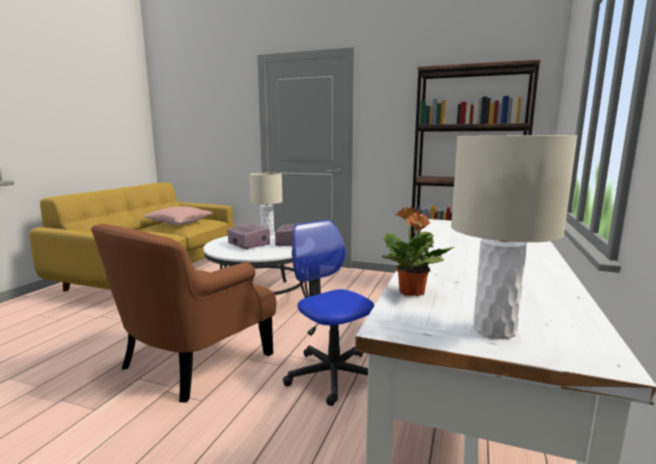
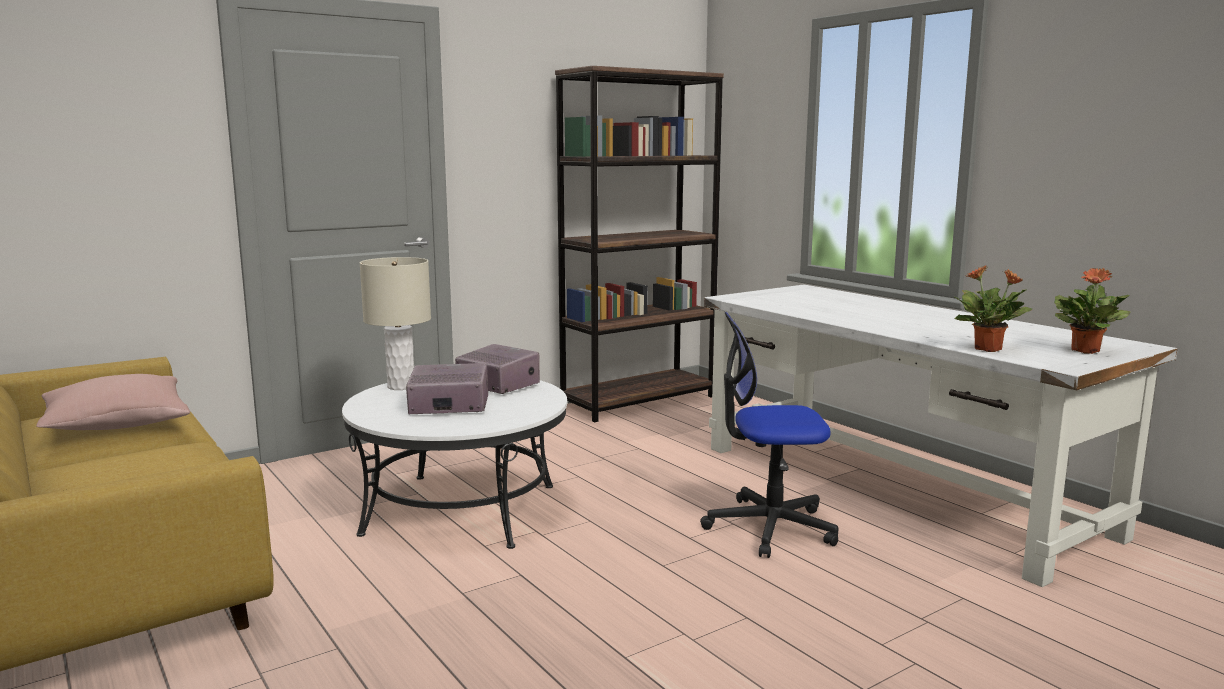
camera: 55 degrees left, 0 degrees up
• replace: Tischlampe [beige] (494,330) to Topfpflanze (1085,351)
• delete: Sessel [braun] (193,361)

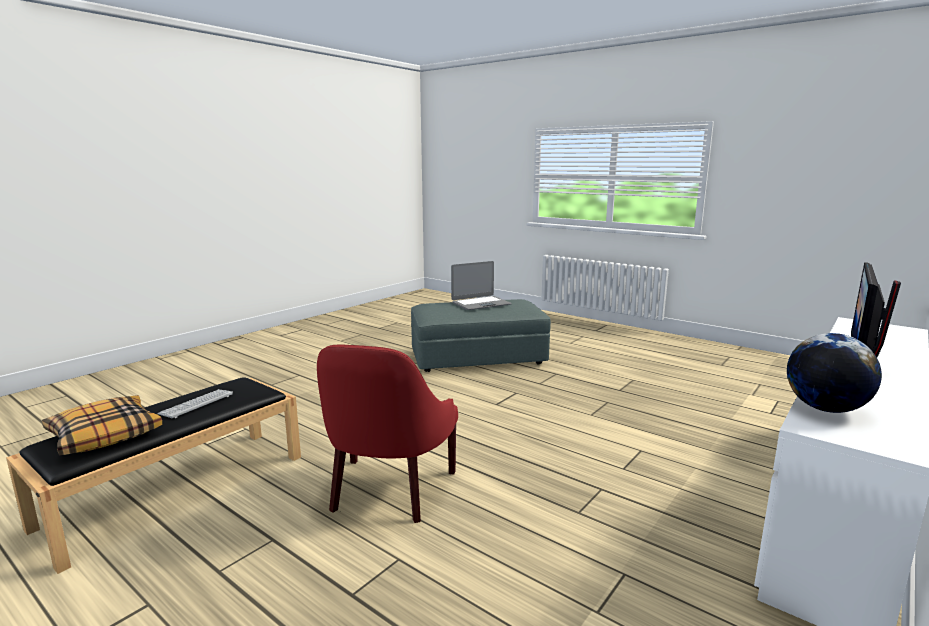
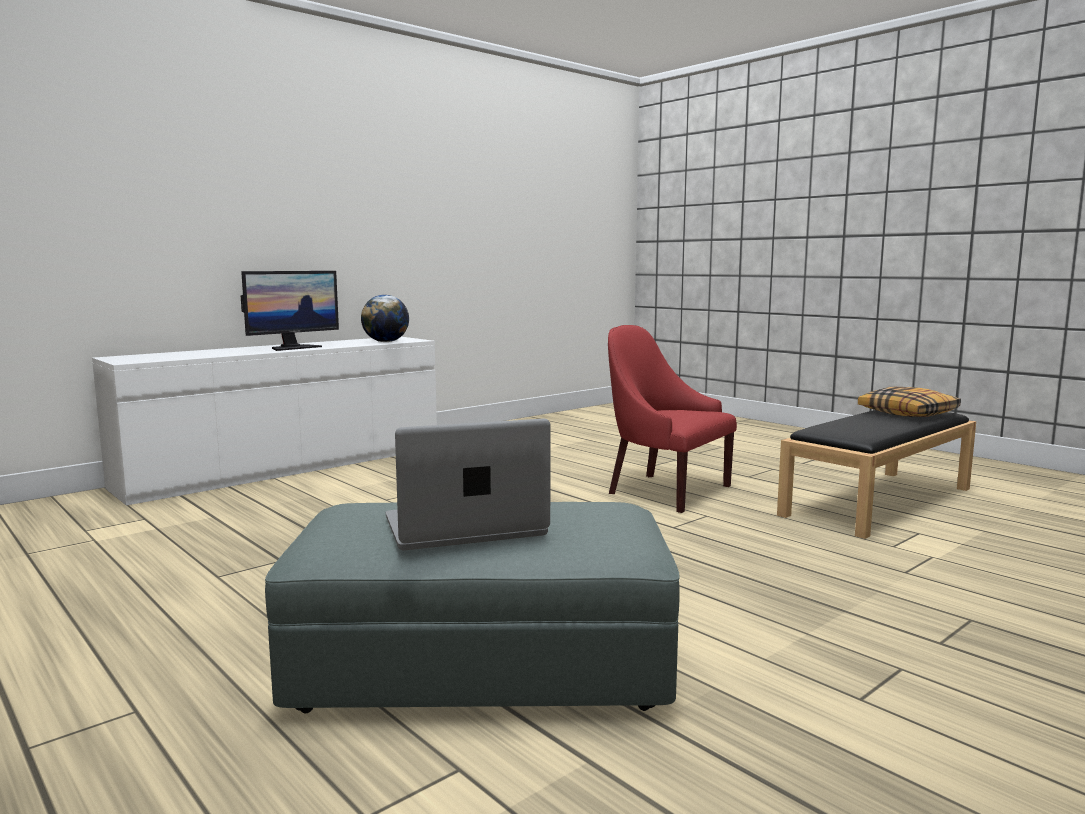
camera: 170 degrees left, 5 degrees down
• rotate: Sessel [rot] (388,491) = (665,490) 75 degrees counterclockwise
• delete: Tastatur (196,404)

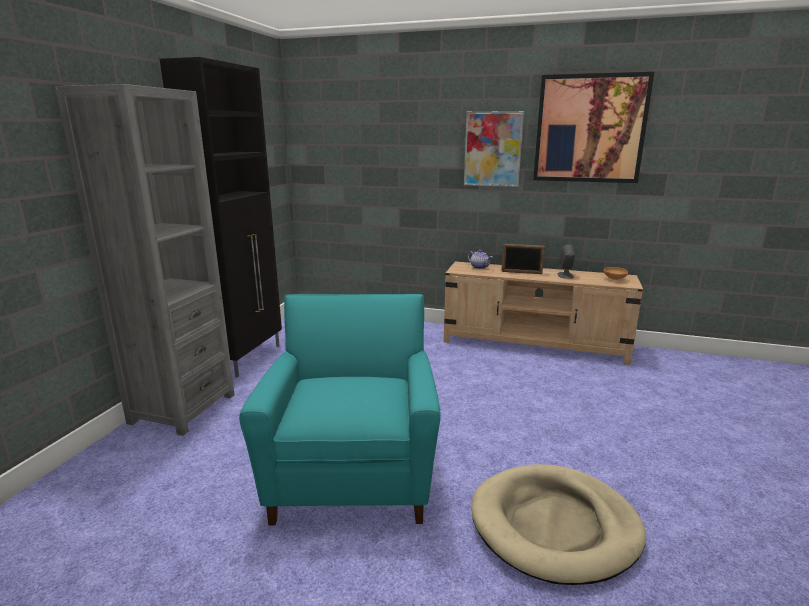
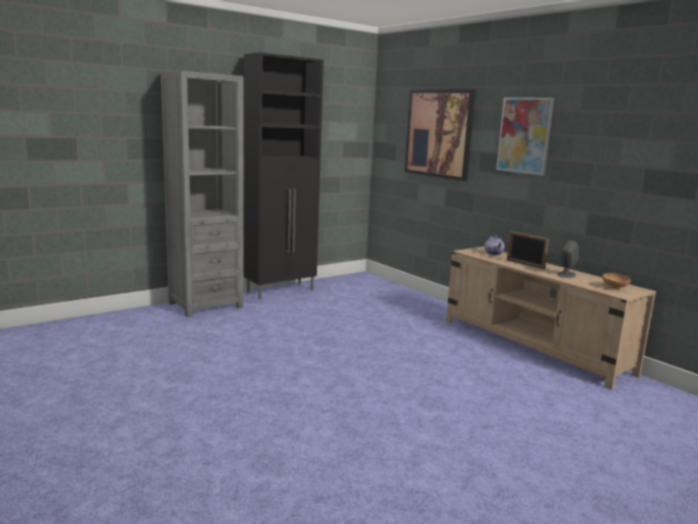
camera: 35 degrees right, 5 degrees down
• move: Bild (589,129) to (439,133)
• delete: Sessel [türkis] (353,467)
• delete: Hundebett [beige] (554,526)

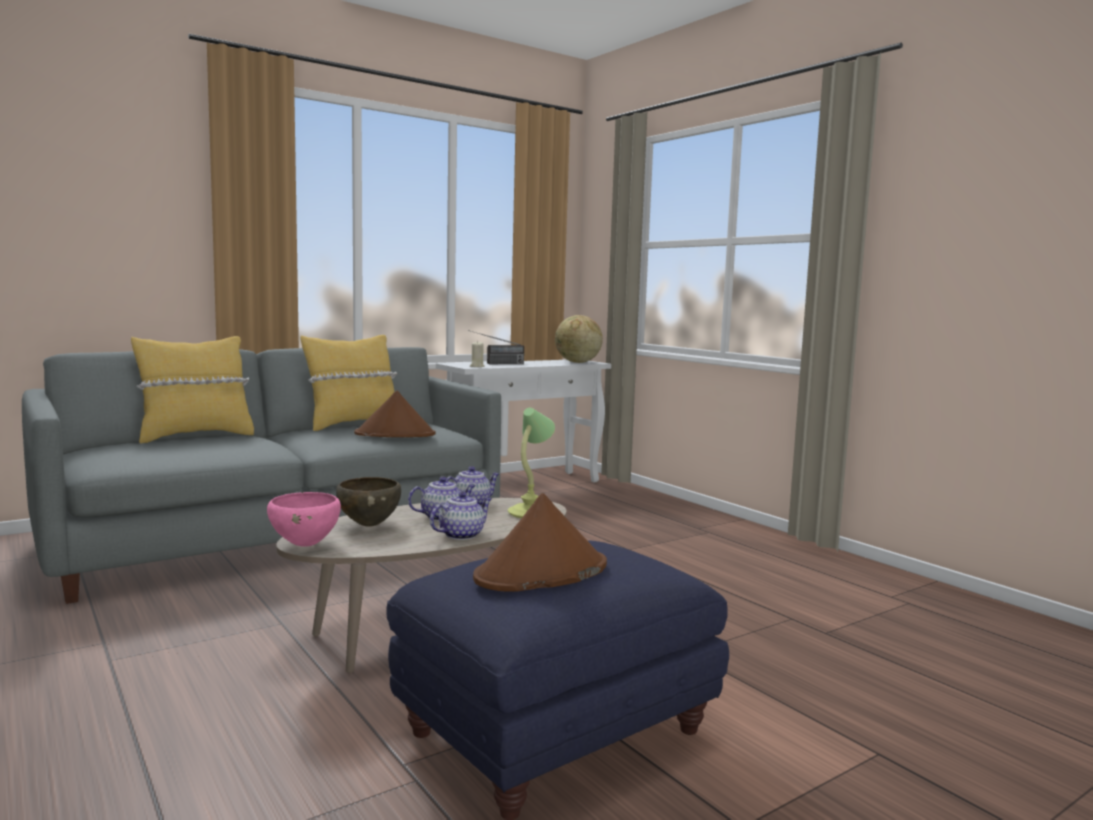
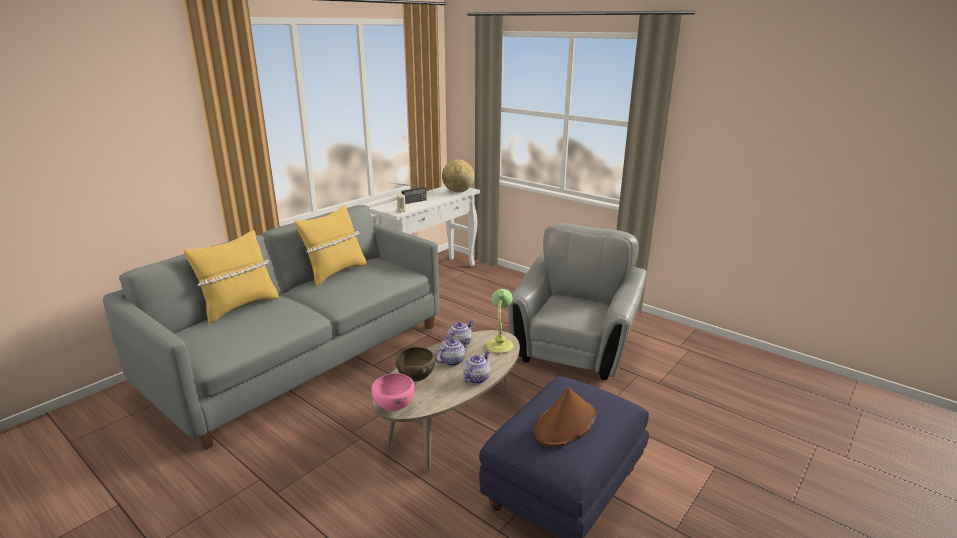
camera: 15 degrees left, 15 degrees up
• delete: Hut [braun] (395,434)
• insert: Sessel [grau] (574,348)

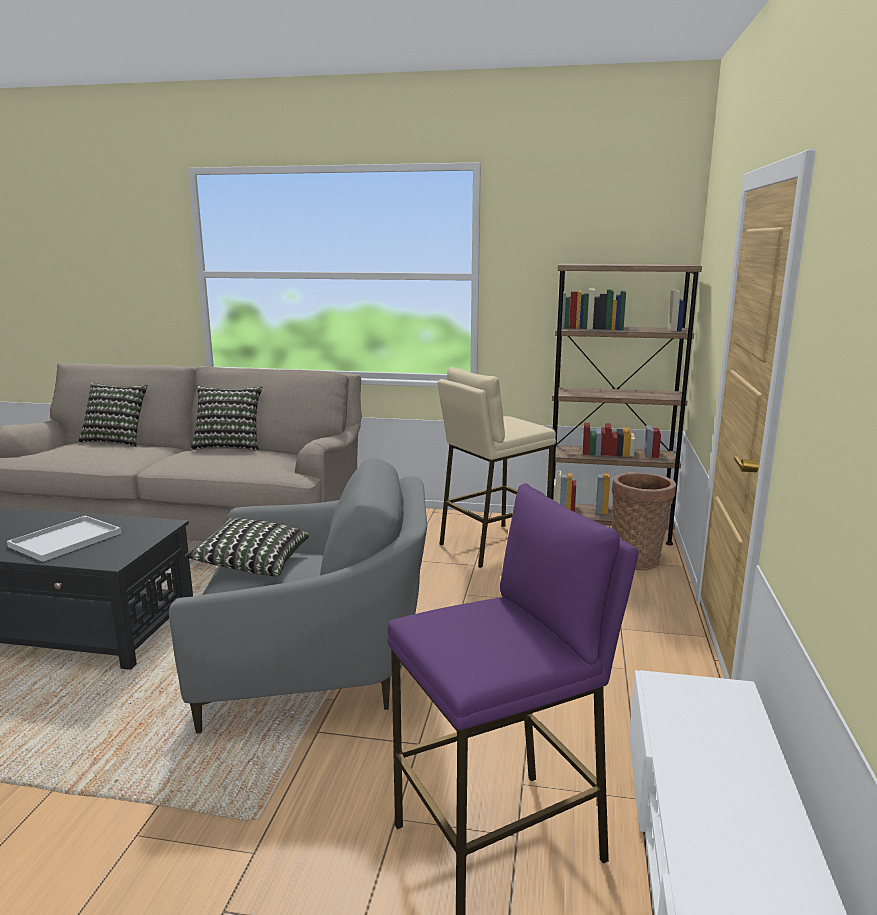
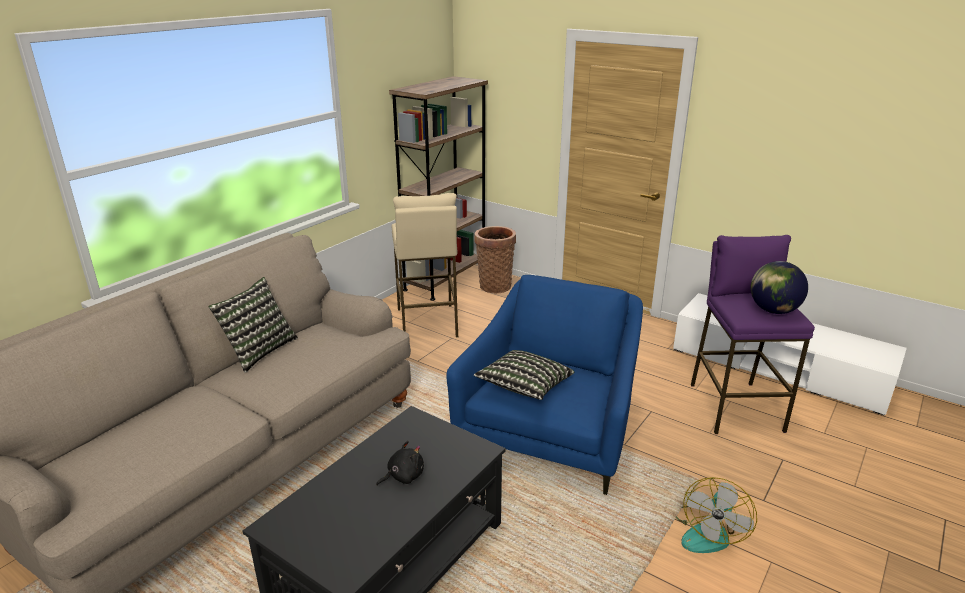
camera: 65 degrees left, 10 degrees up
• delete: Kissen (117,441)
• recolor: Sessel [grau] (315,668) to Sessel [blau] (551,432)
• replace: Tablett [weiß] (67,539) to Plüschtier [schwarz] (403,476)
• insert: Globus (773,310)
• insert: Ventilator (708,532)

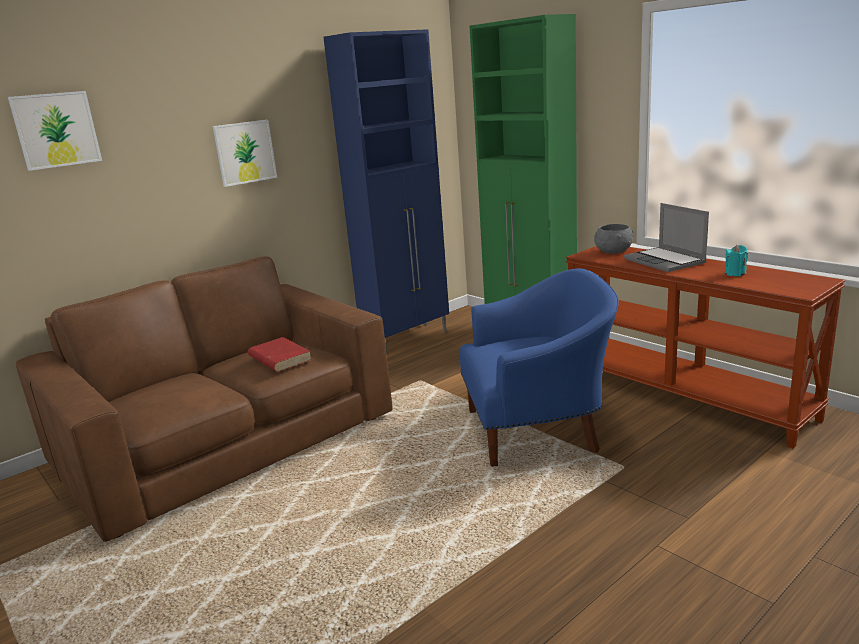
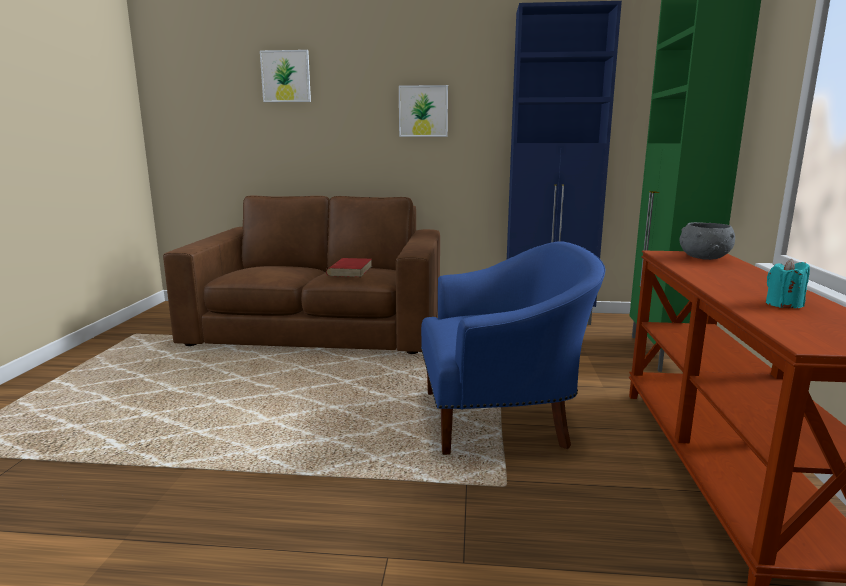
camera: 45 degrees right, 5 degrees down
• delete: Laptop (665,261)
• rotate: Sessel [blau] (537,430) = (500,419) 45 degrees counterclockwise

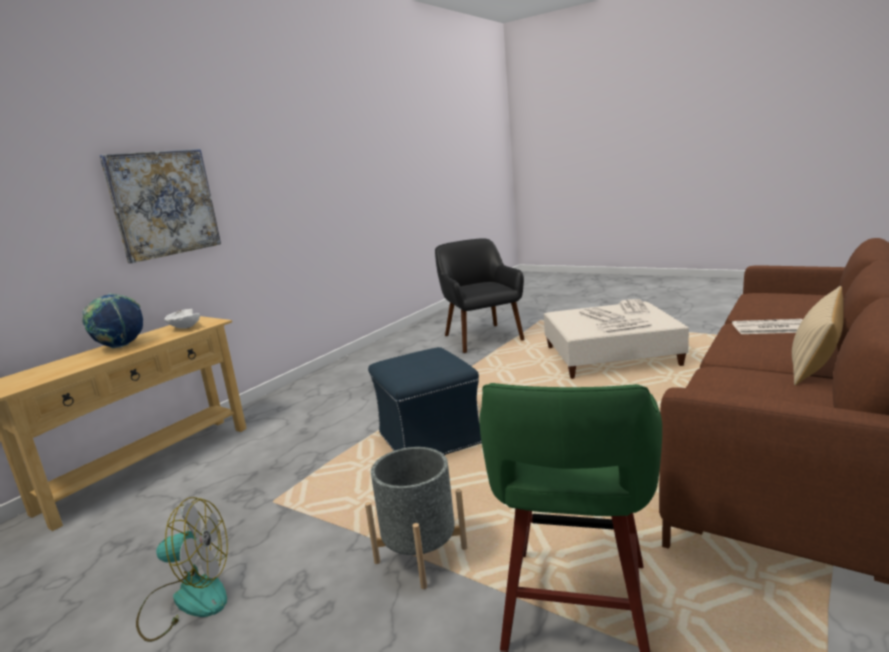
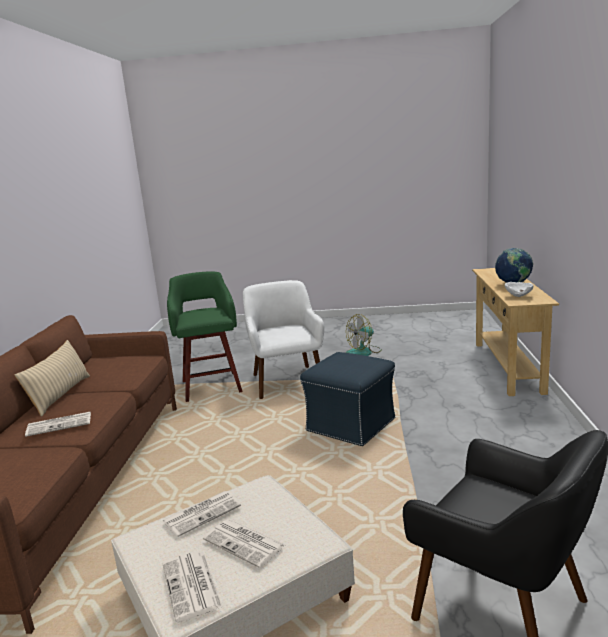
camera: 150 degrees right, 0 degrees up
• delete: Bild (164,203)
• replace: Pflanzkübel [grau] (421,555) to Sessel [weiß] (286,381)

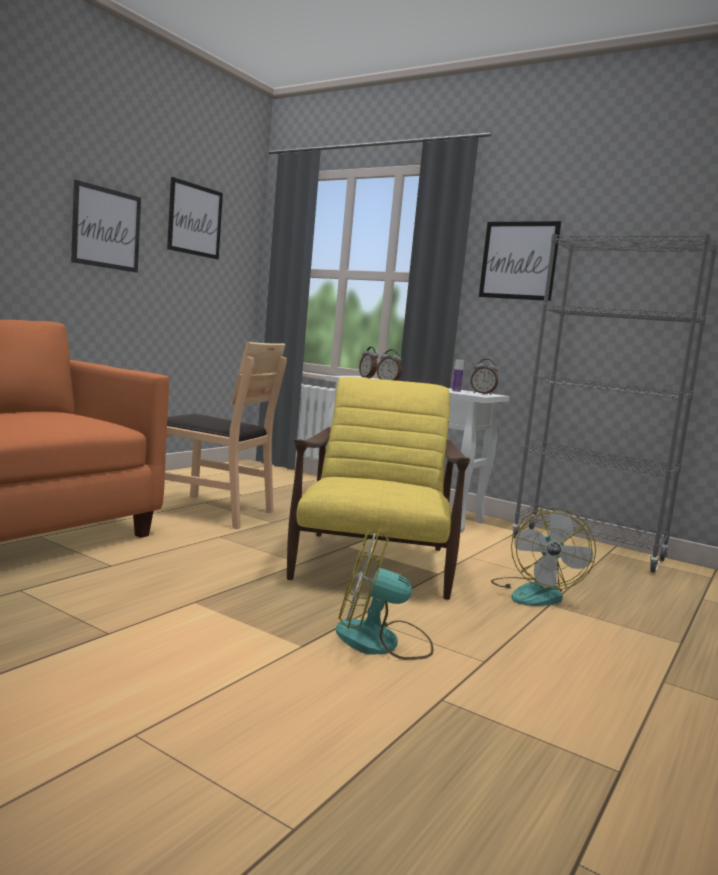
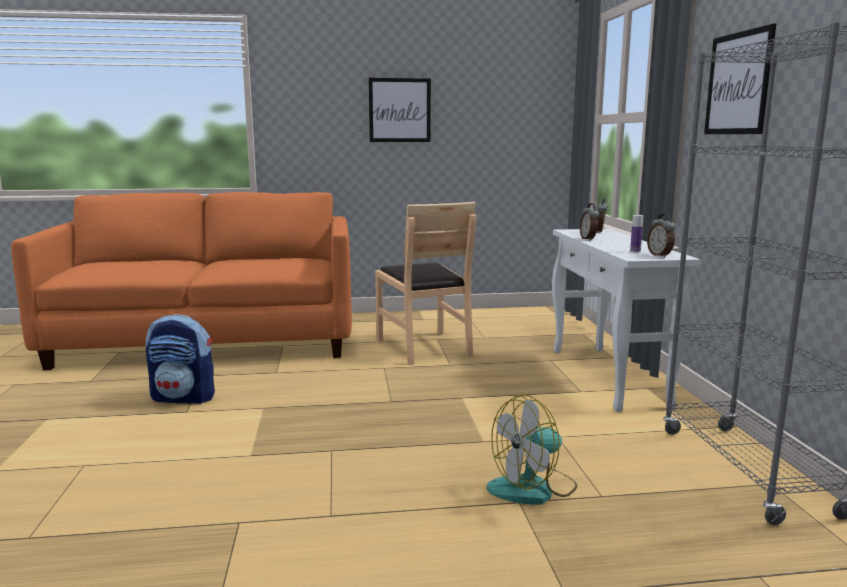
camera: 50 degrees right, 5 degrees up
• delete: Bild (195,220)
• delete: Sessel [gelb] (373,566)
• delete: Ventilator (382,642)
• insert: Rucksack (184,398)

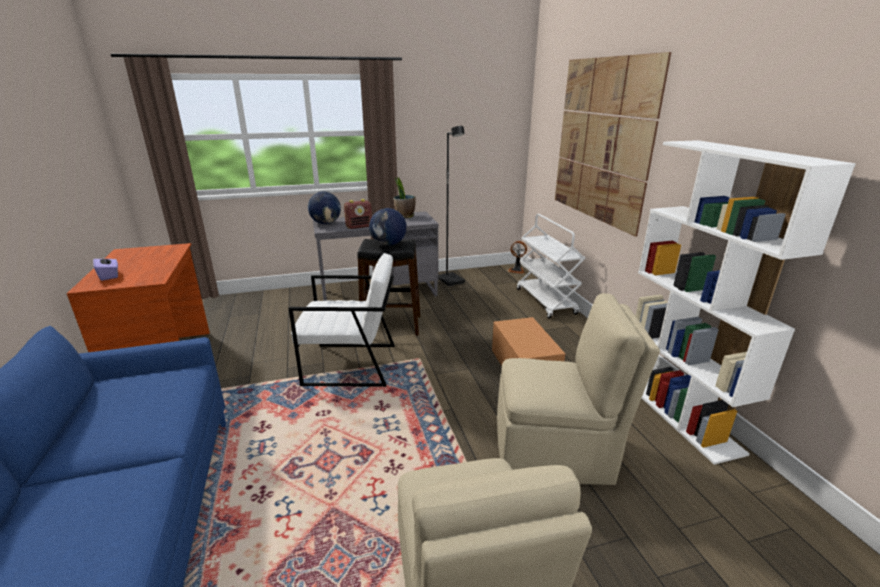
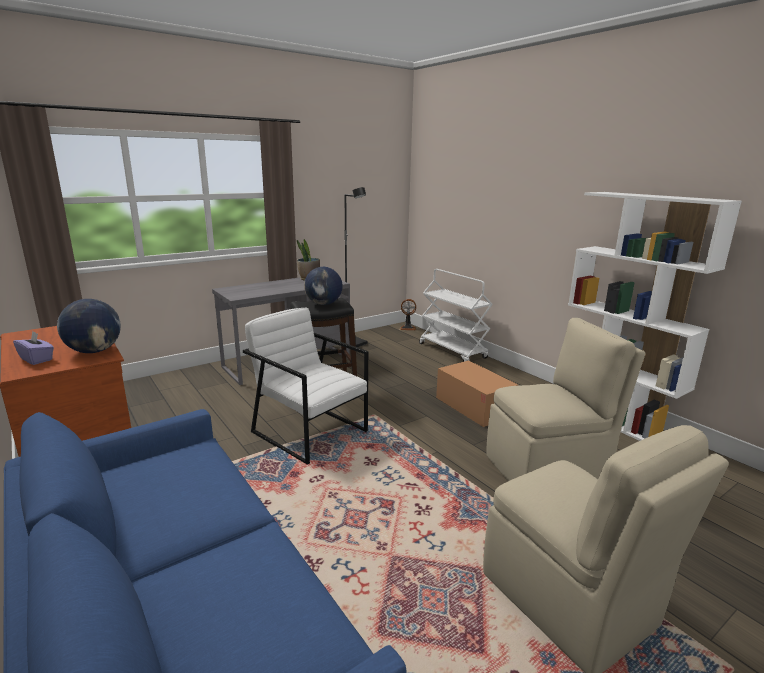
camera: 20 degrees left, 5 degrees down
• delete: Bild (602,141)
• move: Globus (326,223) to (94,351)
• delete: Radio (359,226)
• rotate: Sessel [weiß] (350,365) = (310,431) 120 degrees counterclockwise

